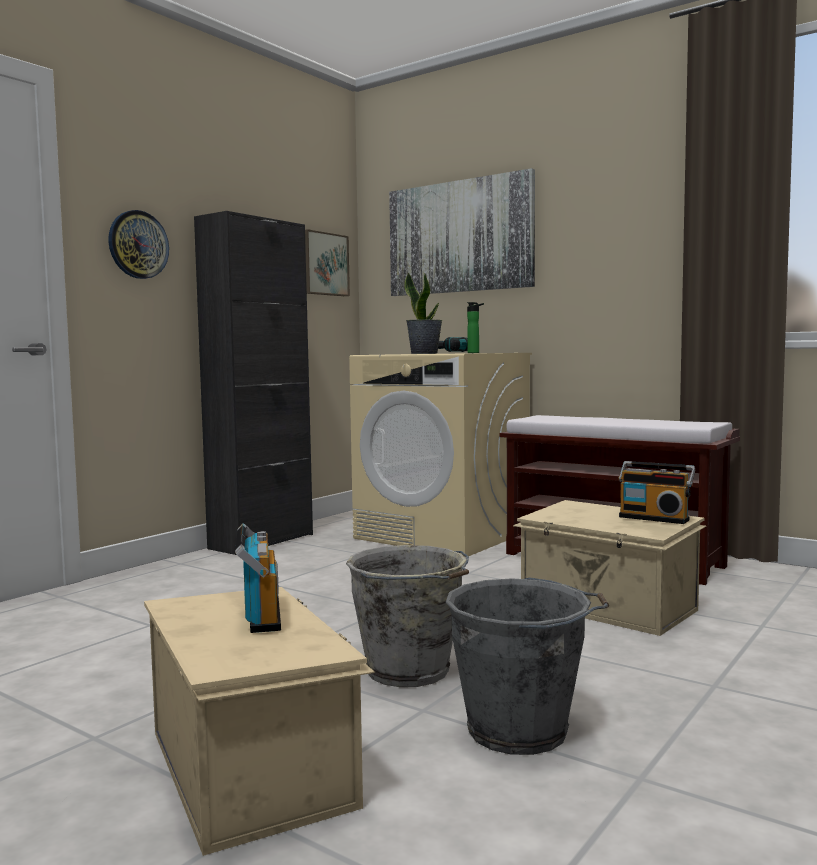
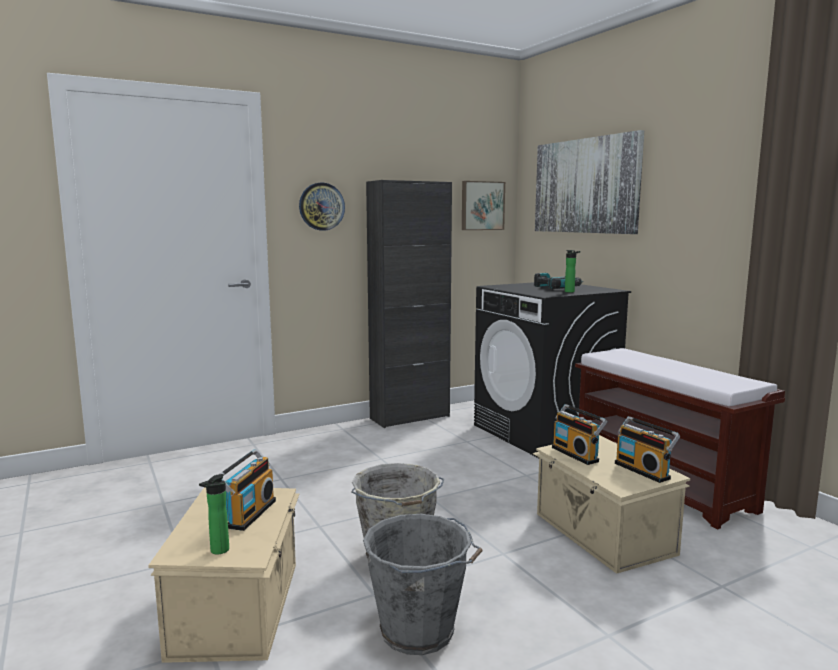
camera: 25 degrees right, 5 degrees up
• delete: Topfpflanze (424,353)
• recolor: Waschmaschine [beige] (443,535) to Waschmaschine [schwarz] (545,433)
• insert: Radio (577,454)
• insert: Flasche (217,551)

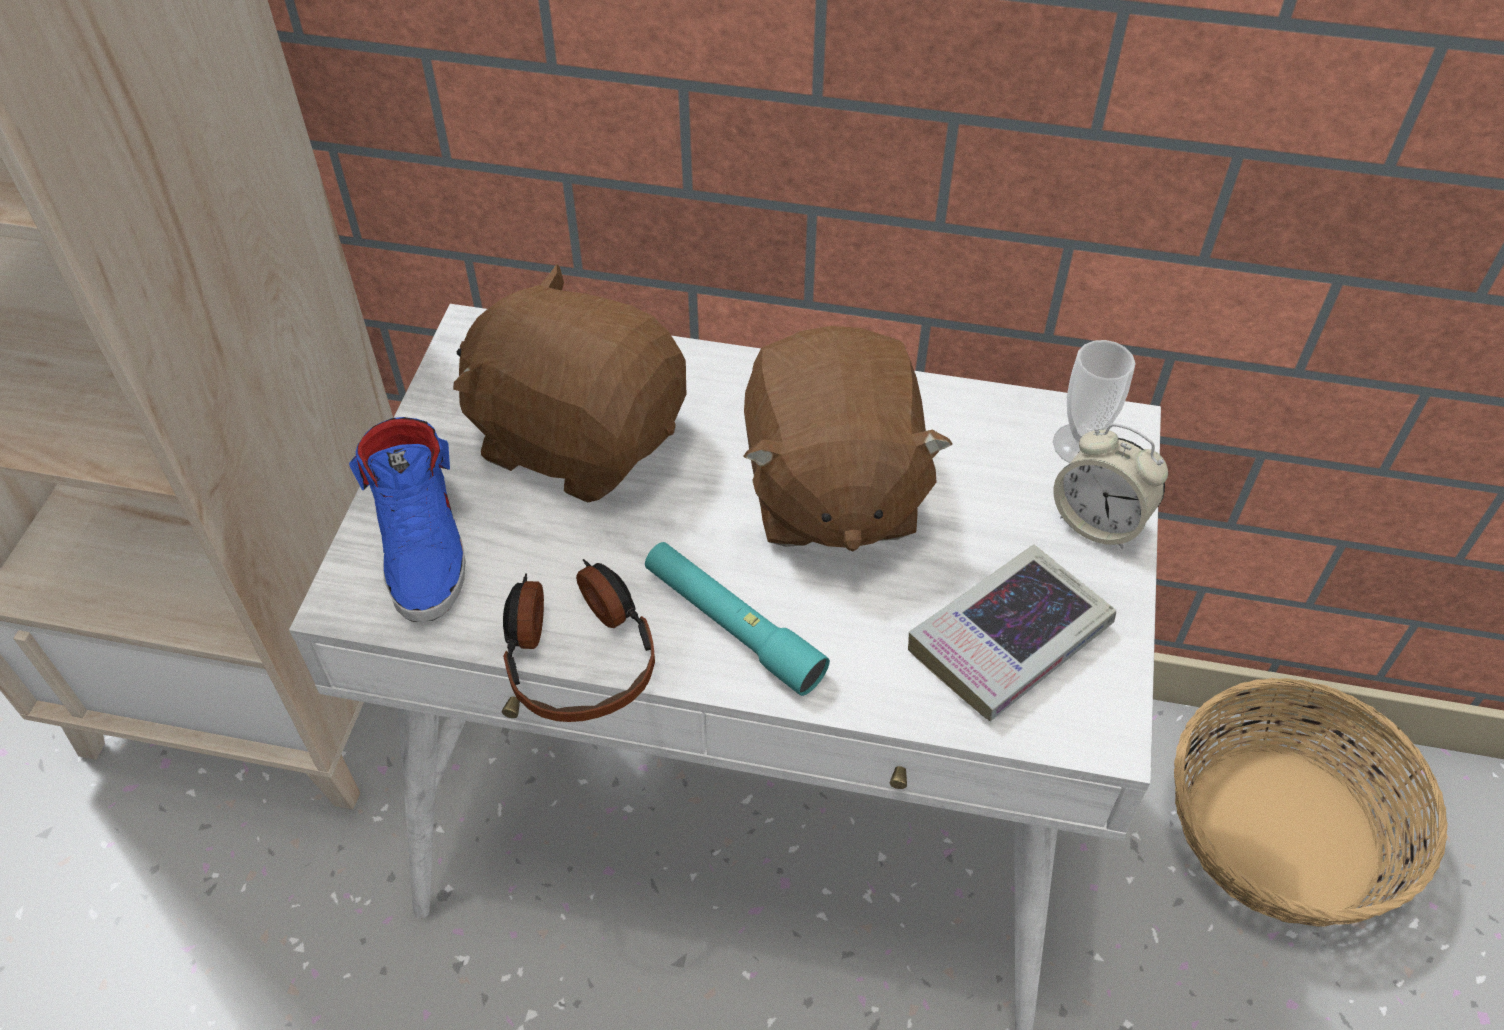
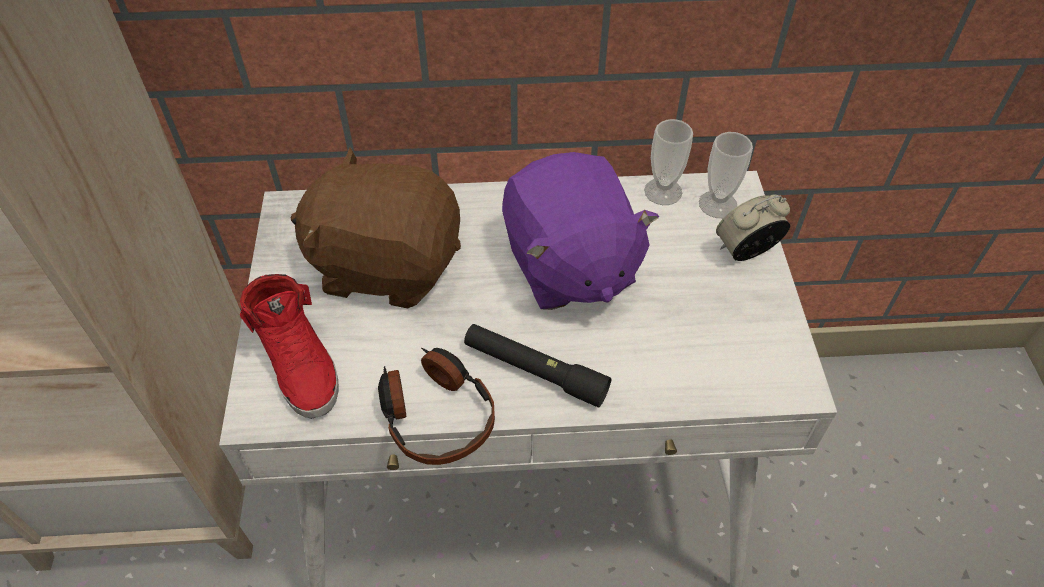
camera: 15 degrees left, 0 degrees up
• recolor: Plüschtier [braun] (831,490) to Plüschtier [lila] (569,266)
• recolor: Schuh [blau] (423,541) to Schuh [rot] (299,360)
• rotate: Wecker (1099,522) = (746,251) 135 degrees clockwise
• recolor: Taschenlampe [türkis] (732,626) to Taschenlampe [schwarz] (535,371)
• delete: Buch (1009,640)
• delete: Korb (1283,833)
• insert: Tasse (663,192)

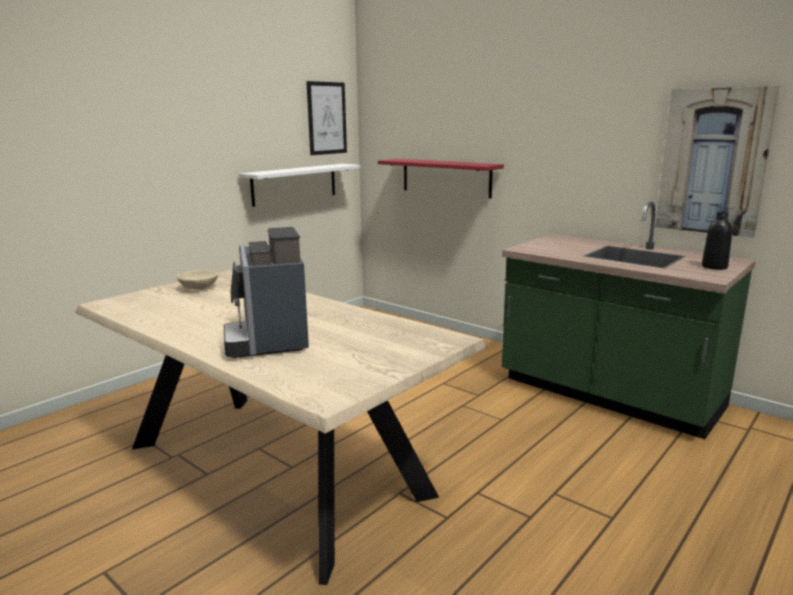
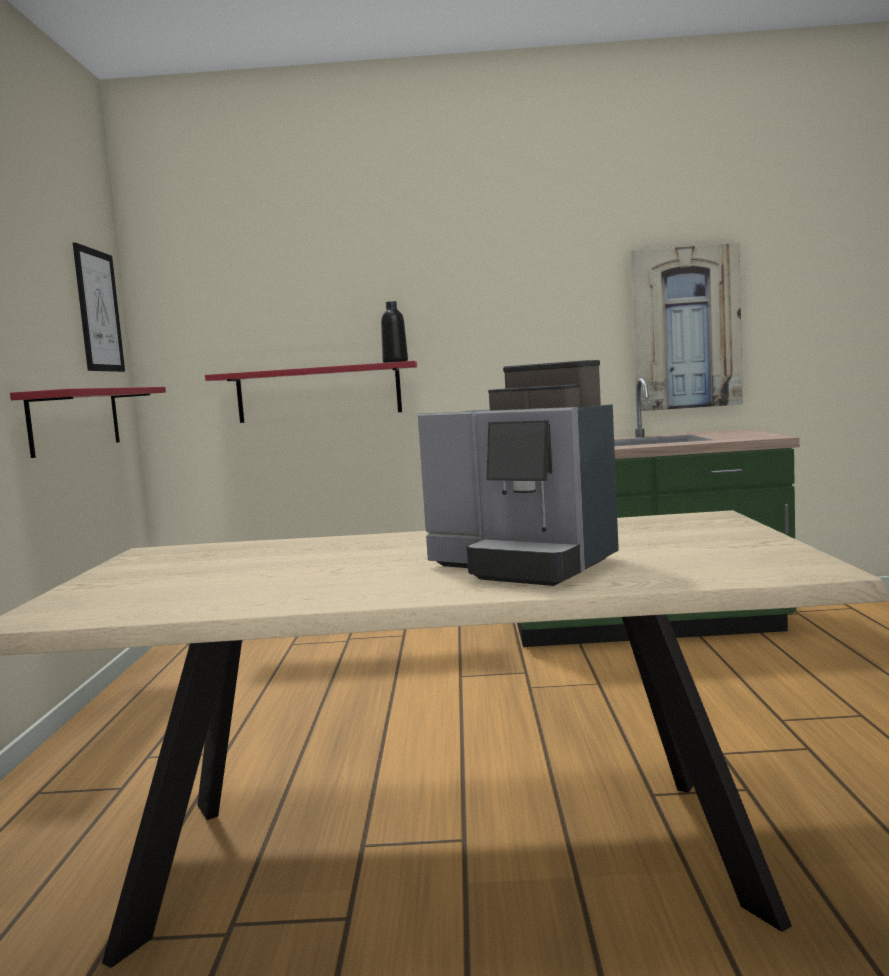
camera: 40 degrees left, 10 degrees down
• recolor: Wandregal [weiß] (294,184) to Wandregal [rot] (75,420)
• move: Flasche [schwarz] (714,267) to (395,362)
• delete: Schüssel [beige] (198,289)

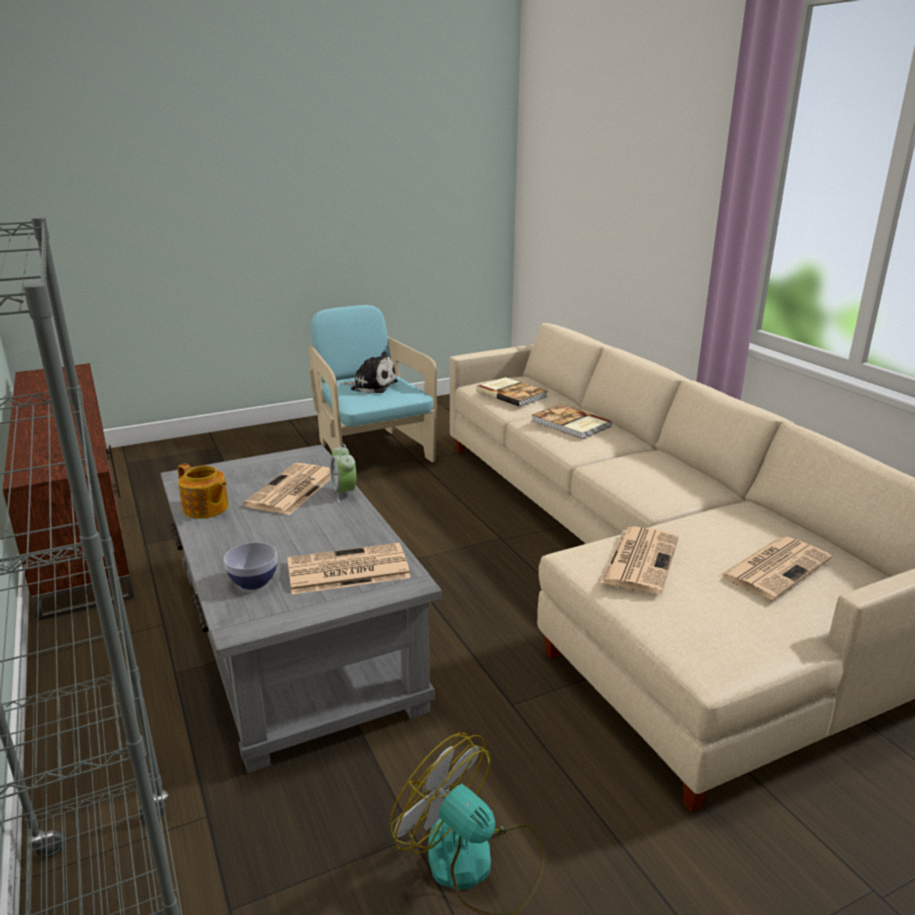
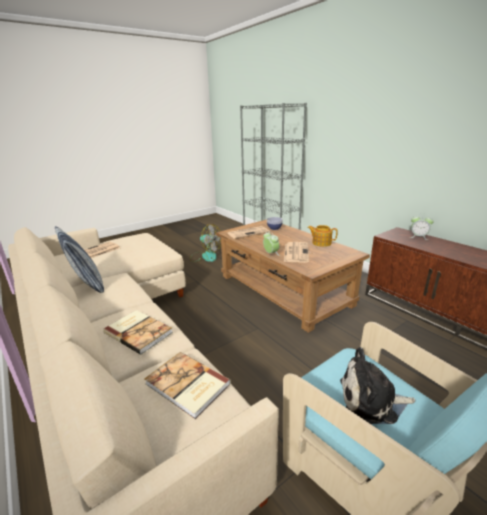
camera: 170 degrees right, 0 degrees up
• recolor: Couchtisch [grau] (294,637) to Couchtisch [braun] (283,289)
• delete: Zeitung (640,559)
• insert: Wecker (418,237)
• insert: Kissen (86,284)

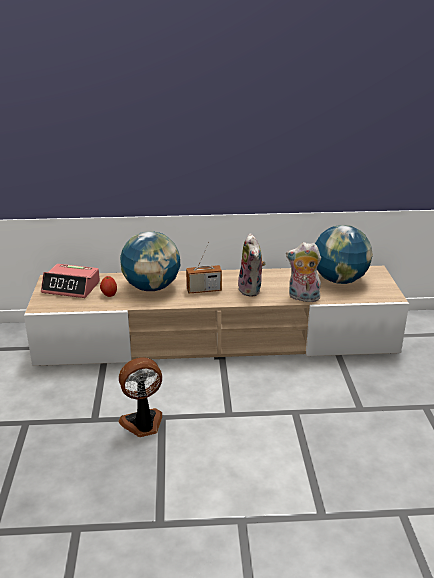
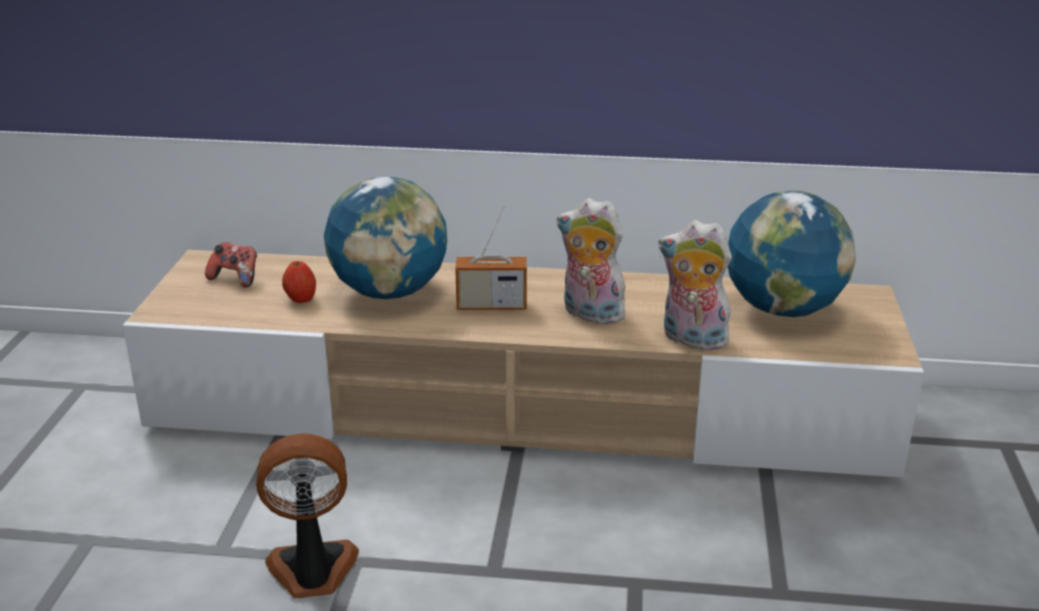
camera: 10 degrees right, 0 degrees up
• rotate: Plüschtier (251,290) = (589,314) 120 degrees clockwise
• replace: Wecker (71,287) to Gamepad (235,279)

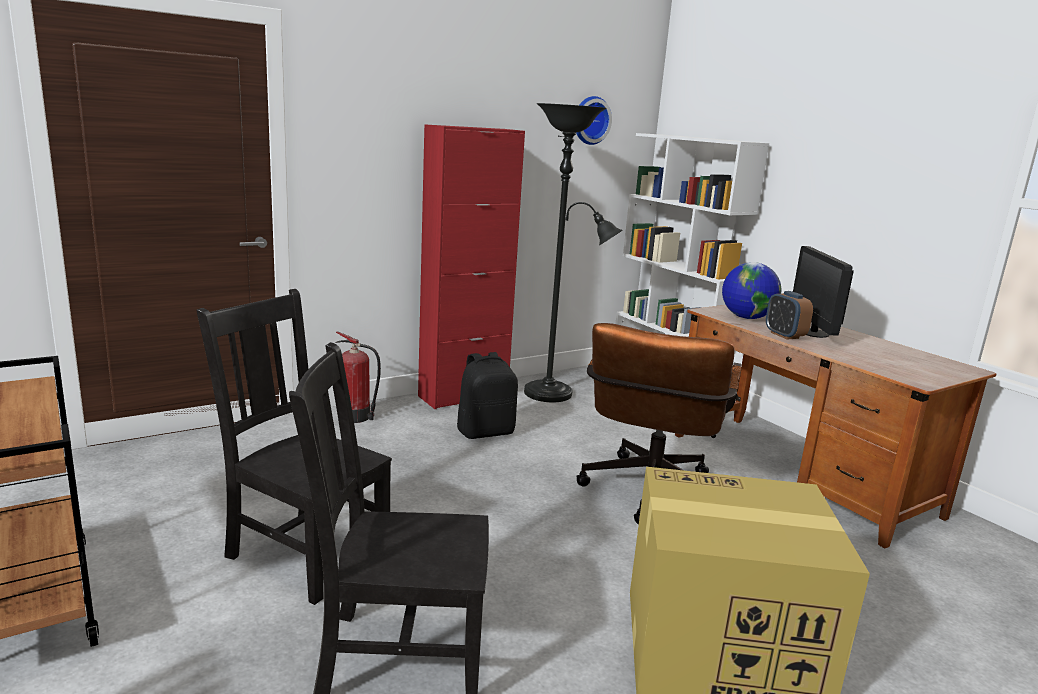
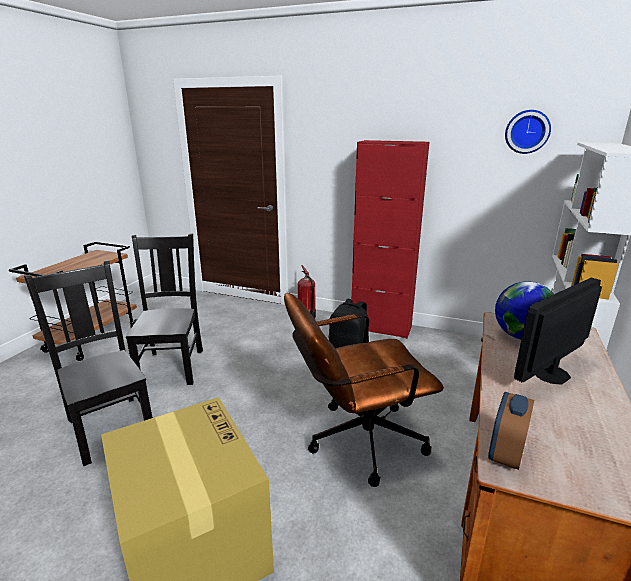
camera: 55 degrees right, 5 degrees up
• delete: Stehlampe [schwarz] (554,394)
• move: Wecker (784,335) to (505,453)

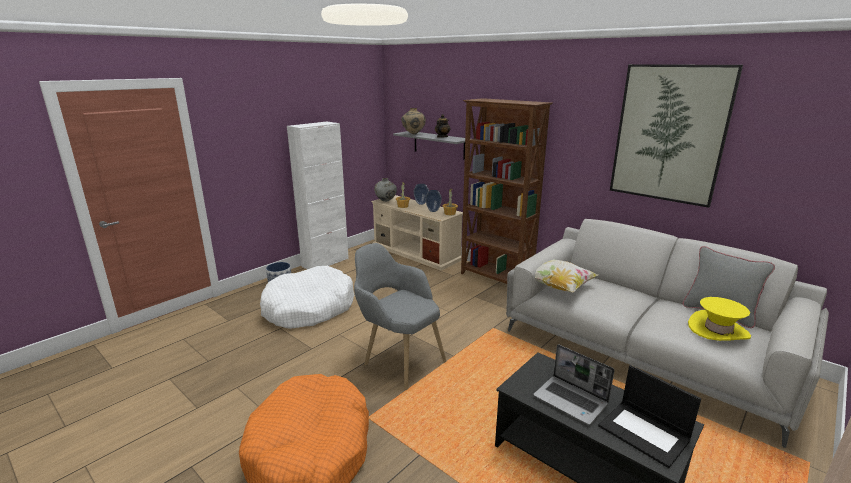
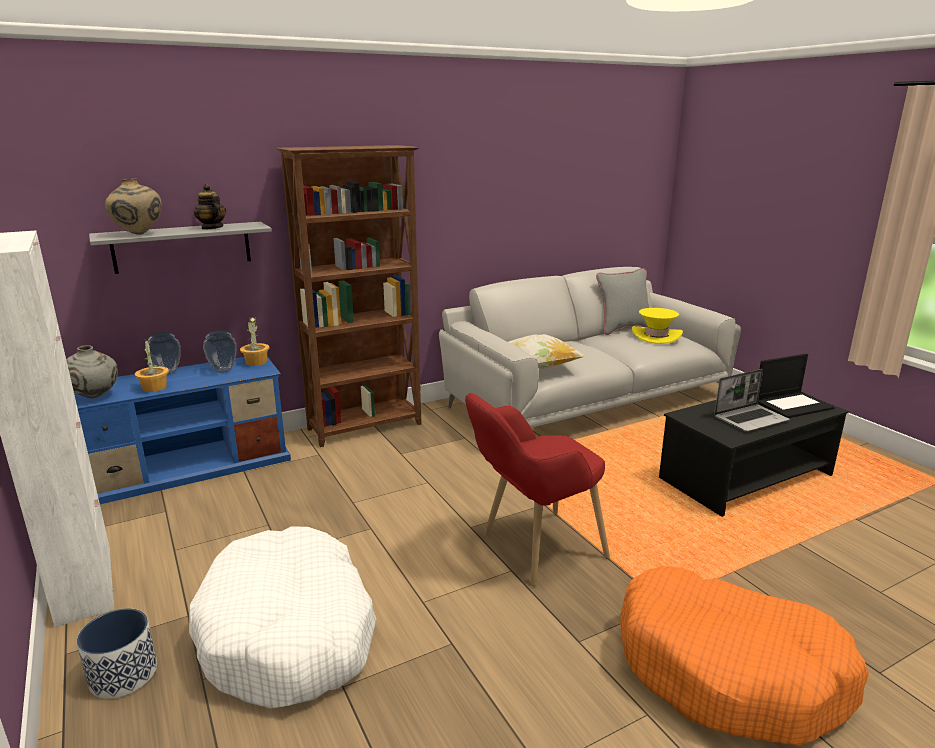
camera: 70 degrees left, 0 degrees up
• delete: Bild (669,134)
• recolor: Fernsehschrank [beige] (416,252) to Fernsehschrank [blau] (191,467)
• recolor: Sessel [grau] (397,359) to Sessel [rot] (531,551)

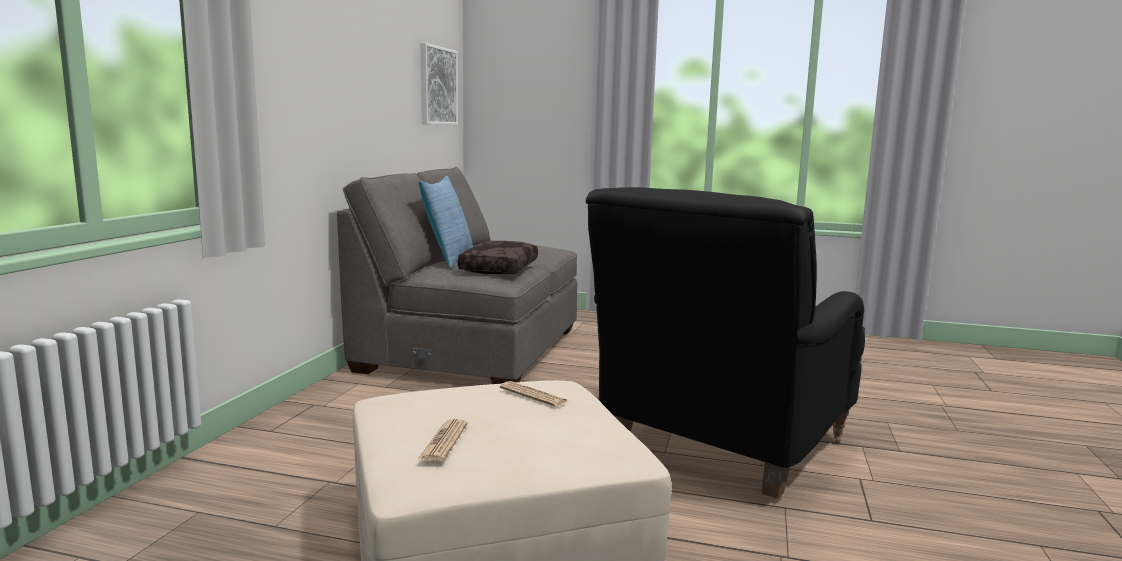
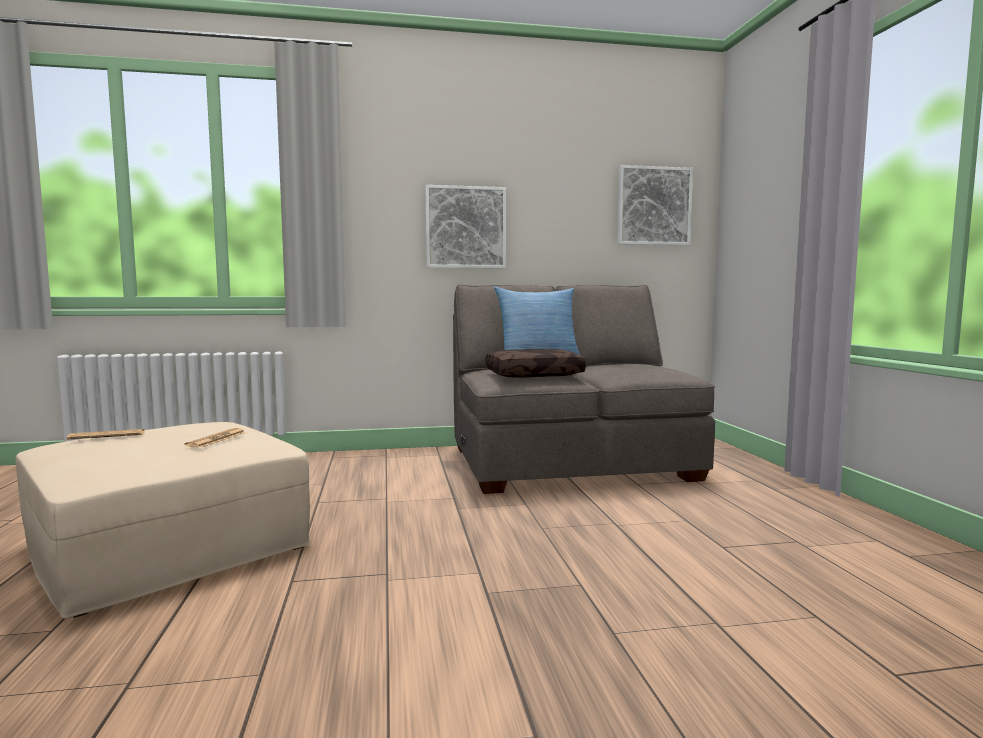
camera: 65 degrees right, 5 degrees down
• delete: Sessel [schwarz] (721,448)
• insert: Bild (465,227)

